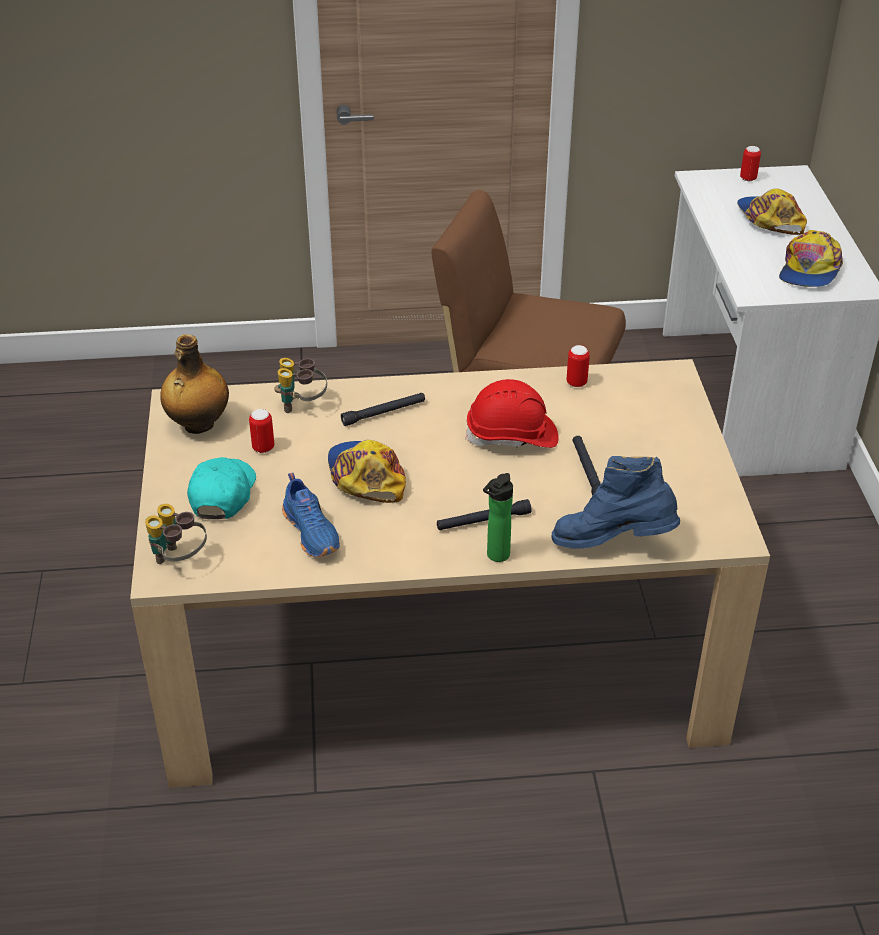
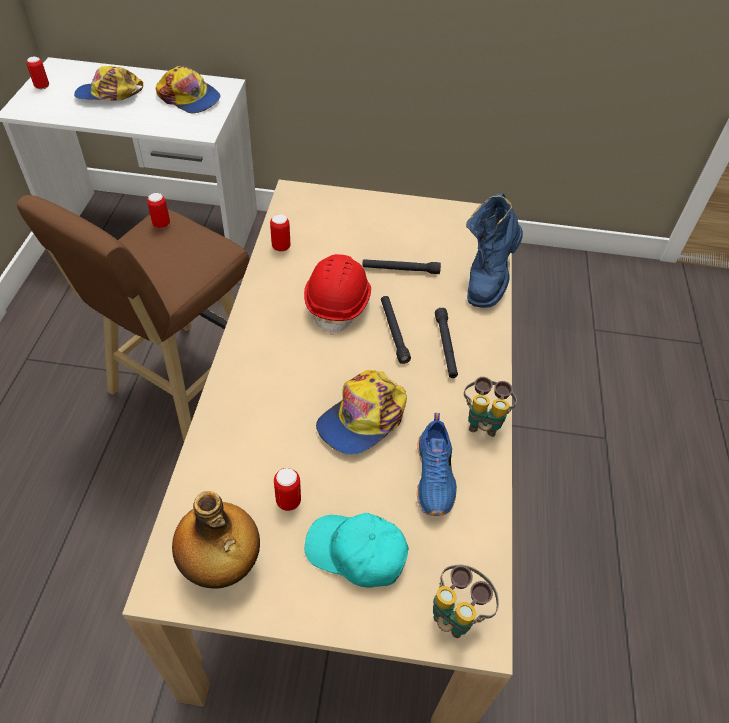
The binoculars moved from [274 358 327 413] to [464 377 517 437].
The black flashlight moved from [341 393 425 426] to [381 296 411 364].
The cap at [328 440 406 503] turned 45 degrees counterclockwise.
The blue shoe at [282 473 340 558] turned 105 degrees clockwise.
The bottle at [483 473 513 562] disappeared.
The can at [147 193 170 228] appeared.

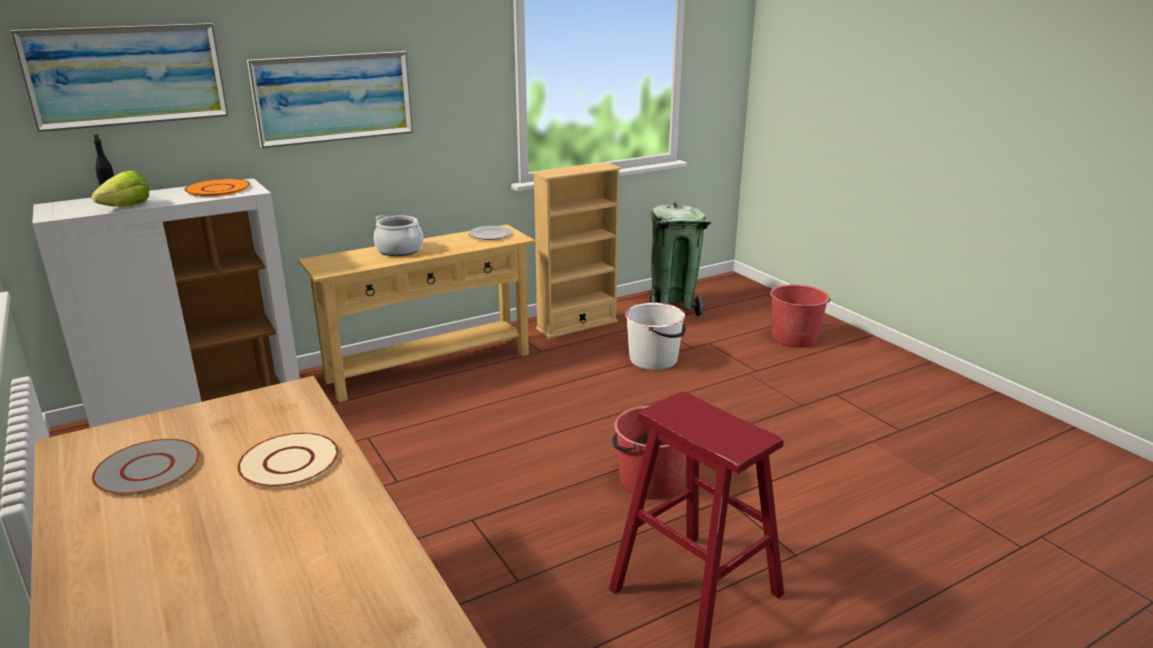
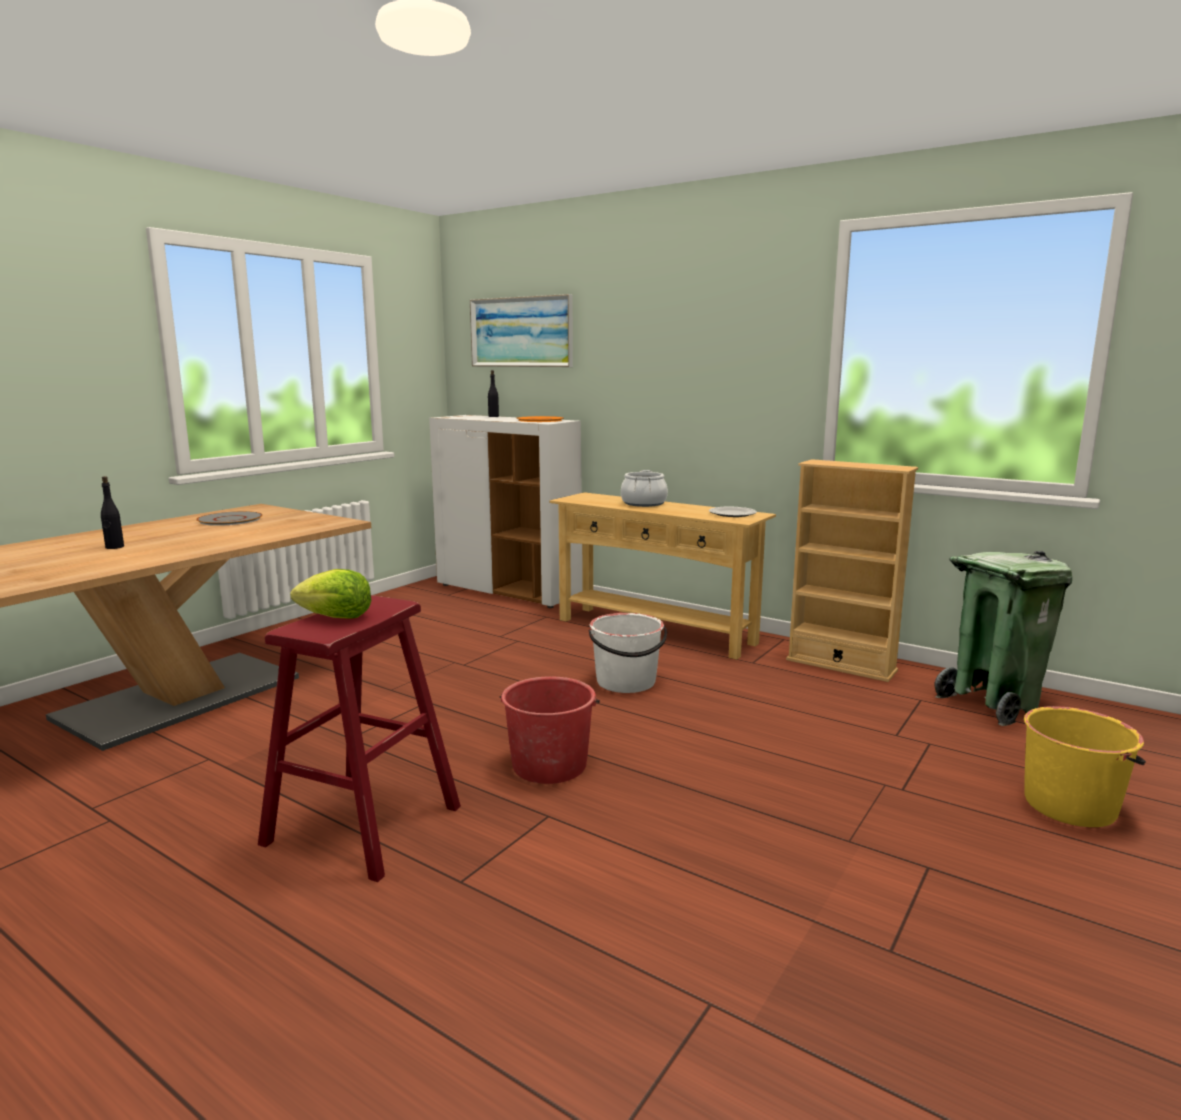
The picture at [247 51 413 148] disappeared.
The lettuce moved from [92 170 149 207] to [290 569 372 618].
The red bucket at [768 284 831 347] became the yellow bucket at [1024 706 1146 827].
The white bucket moved from [625 303 686 370] to [589 613 667 693].
The beige plate at [237 433 339 488] disappeared.
The black bottle at [101 476 124 549] appeared.

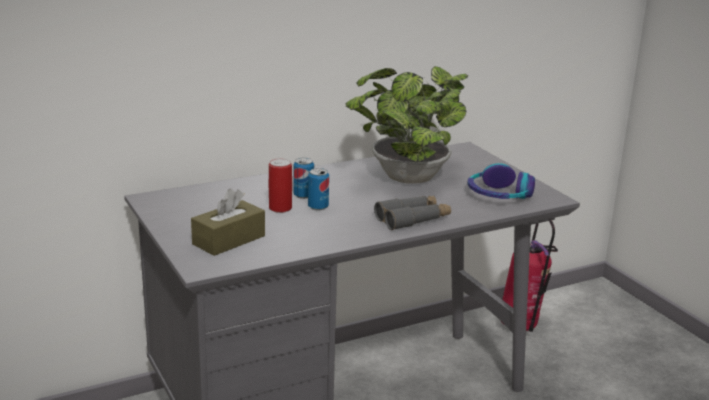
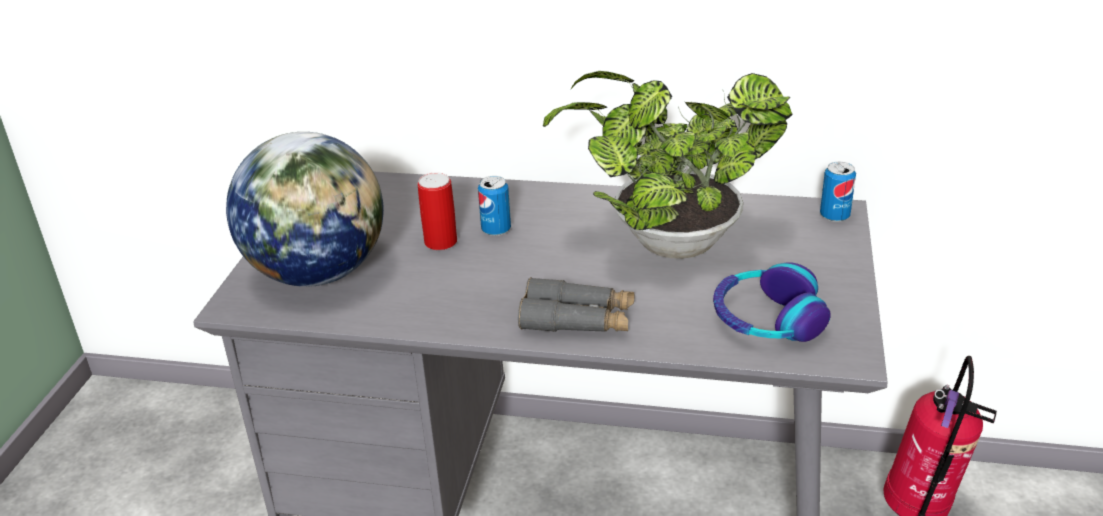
The can moved from [308 168 329 210] to [820 162 856 222].
The brown tissue box at [191 189 265 256] was replaced by the globe at [226 132 384 287].

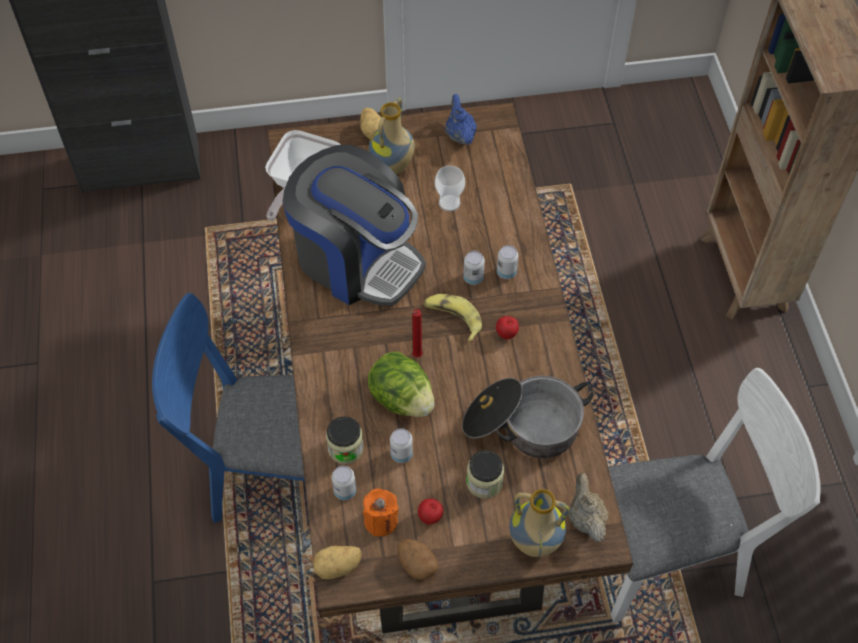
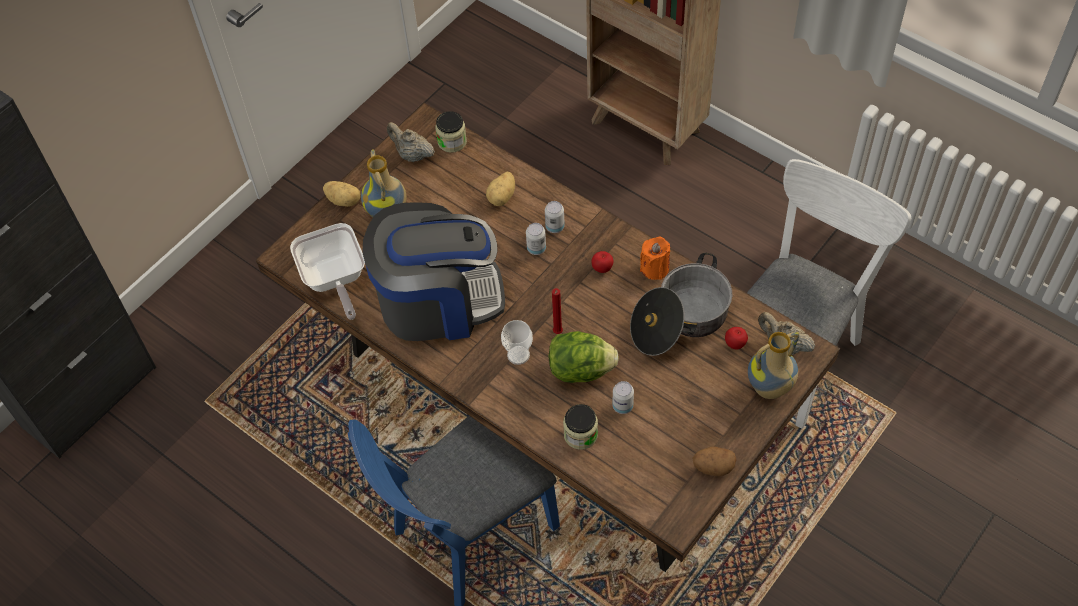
The blue teapot at [445 94 477 145] became the beige teapot at [387 122 435 162].
The cup moved from [435 166 465 212] to [501 320 533 365].
The banana at [424 294 482 343] disappeared.
The jar moved from [466 450 504 498] to [435 111 467 153].
The can at [332 466 356 500] disappeared.
The orange candle moved from [363 489 398 536] to [640 237 670 280].
The apple moved from [418 499 443 524] to [725 327 748 350].
The potato moved from [313 546 362 580] to [486 172 515 206].

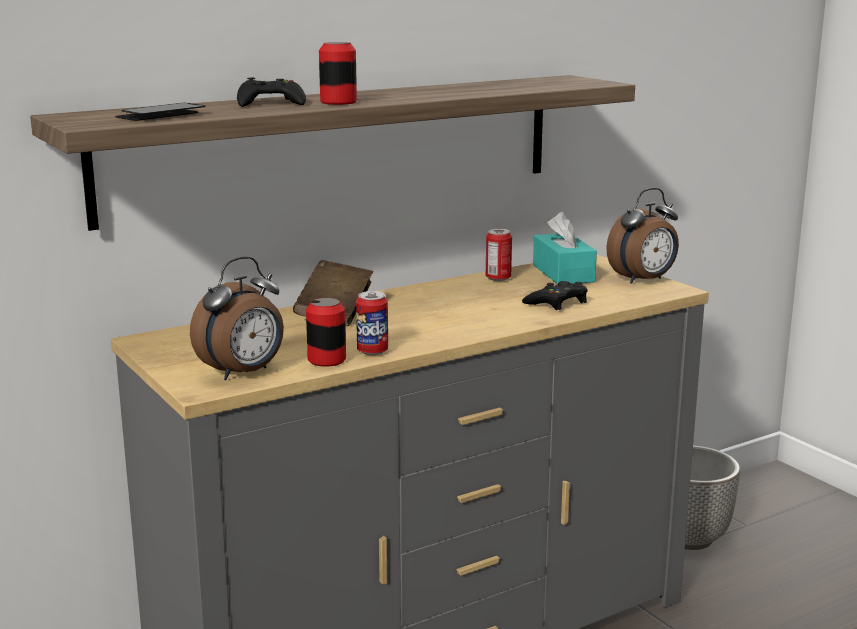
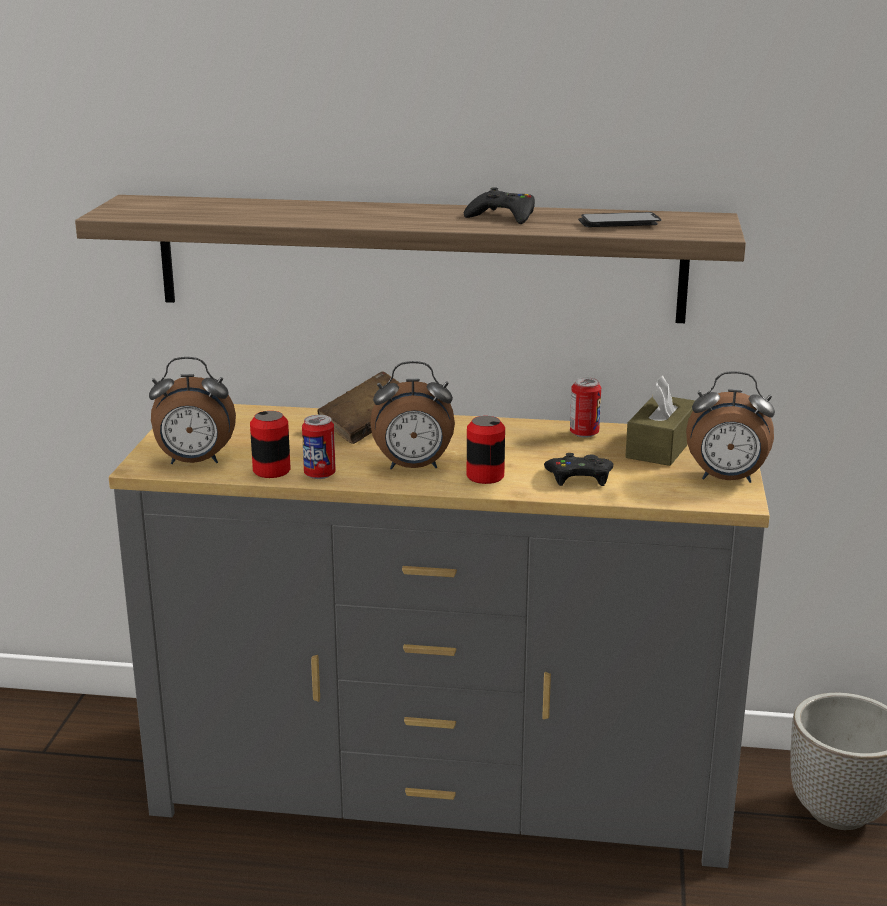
The can moved from [319 42 357 105] to [467 416 505 484].
The black game controller moved from [237 78 306 107] to [464 187 535 224].
The phone moved from [115 103 206 121] to [578 212 661 227].
The turquoise tissue box at [533 212 597 284] became the brown tissue box at [625 375 695 466].
The alarm clock at [371 361 455 470] appeared.

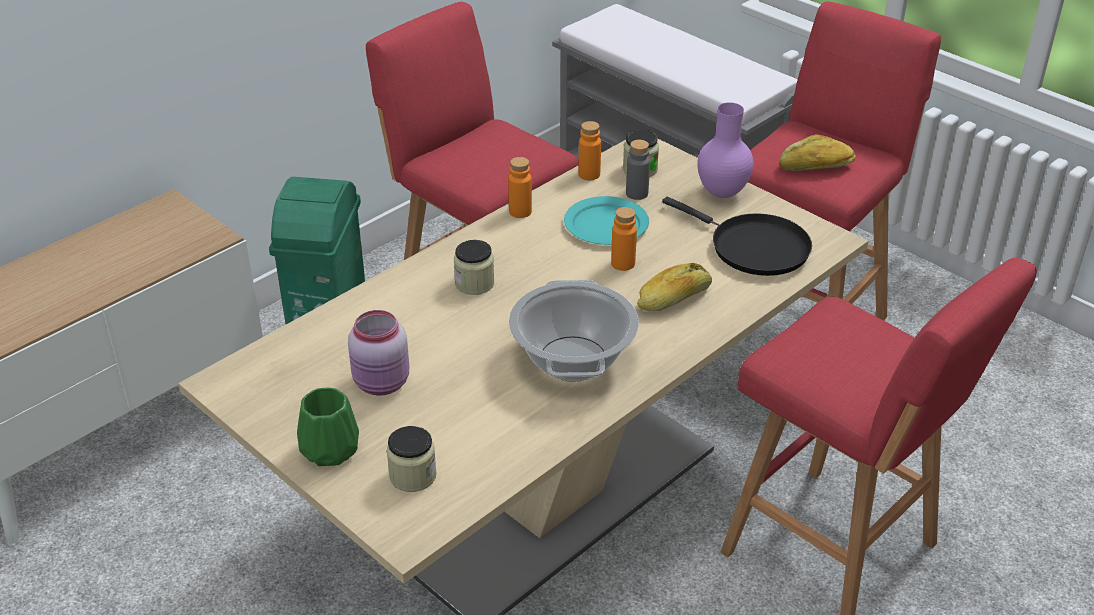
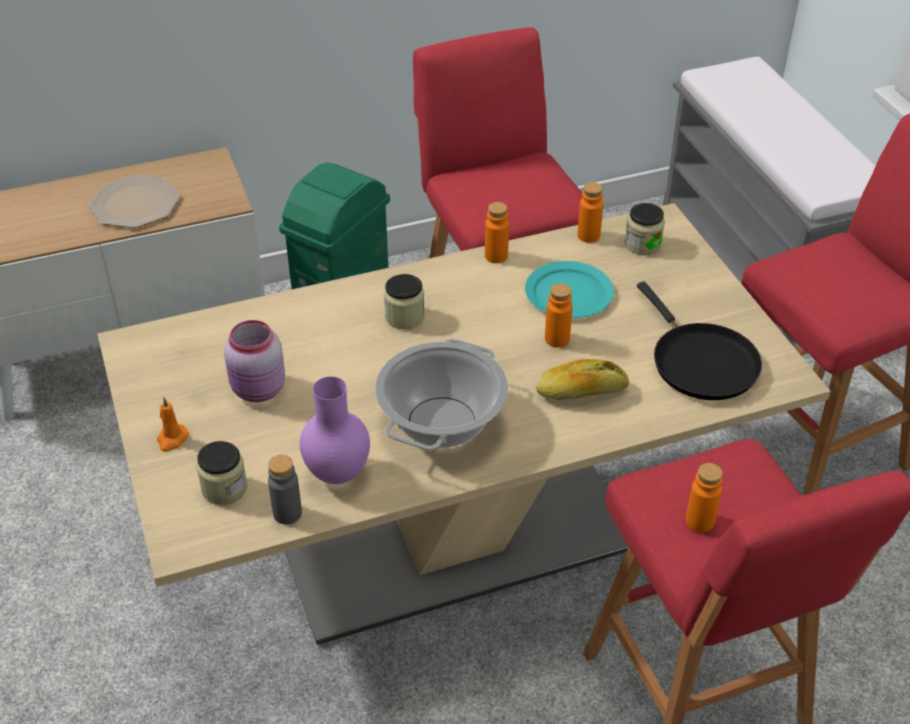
The purple vase moved from [697 102 753 198] to [300 376 370 484].
The bread at [779 134 856 171] disappeared.
The grey bottle moved from [626 140 650 200] to [268 455 302 524].
The green vase at [297 388 359 466] was replaced by the orange candle at [157 398 189 452].
The plate at [89 175 180 228] appeared.
The orange bottle at [686 463 723 532] appeared.

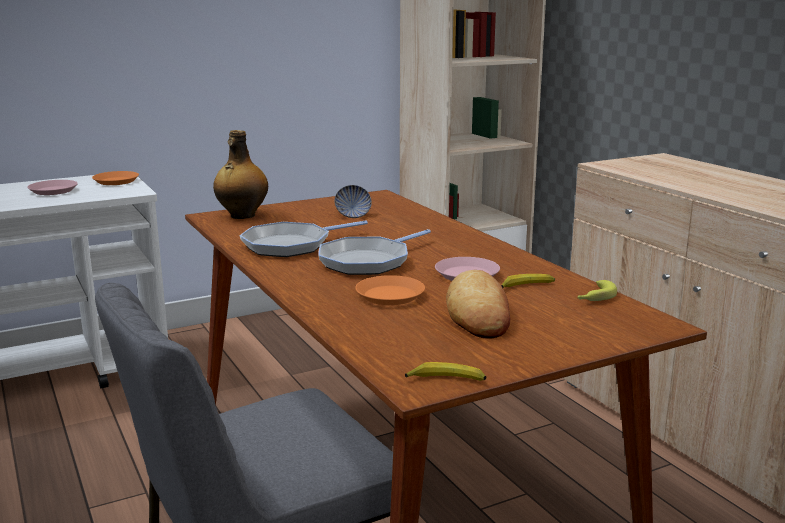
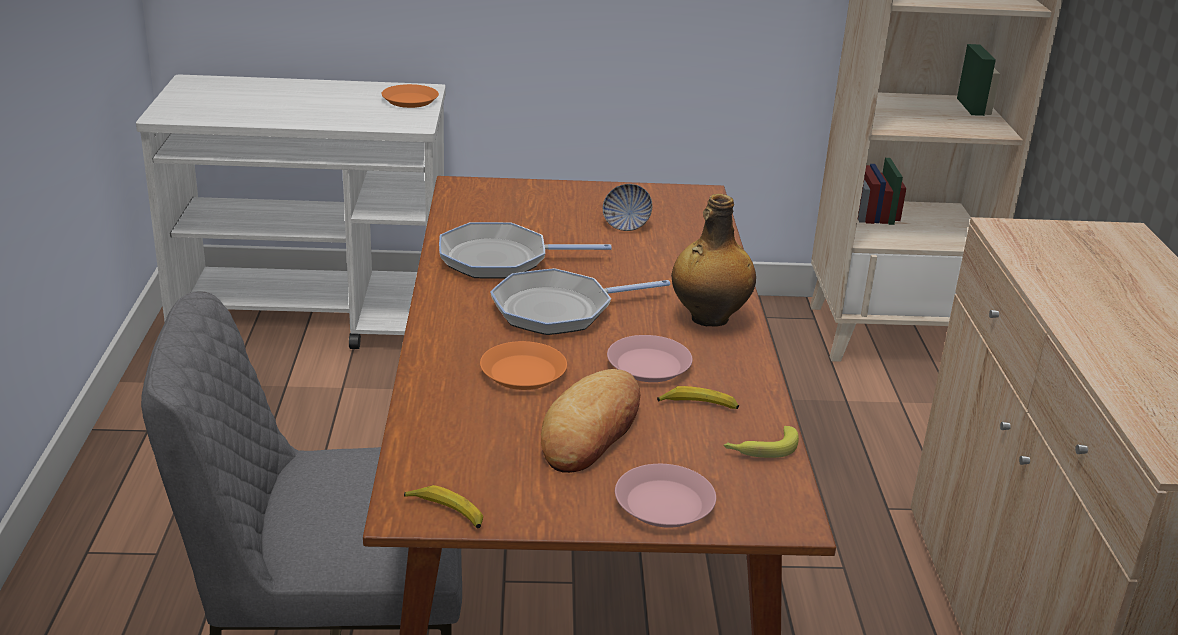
The bottle moved from [213 130 268 219] to [671 194 756 327].
The pink plate moved from [27 180 78 195] to [615 464 716 528].

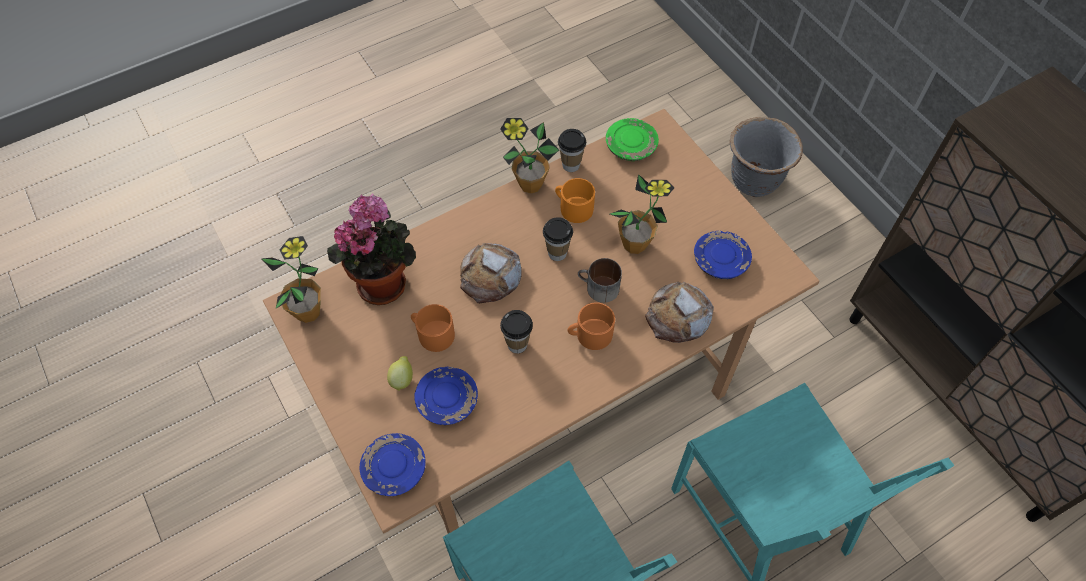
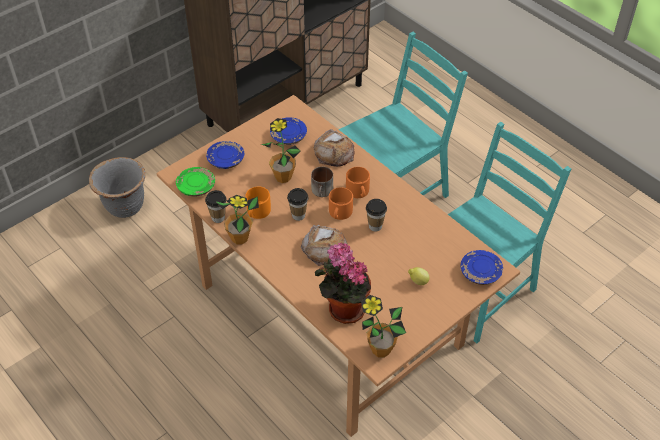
The orange mug moved from [411 304 455 352] to [329 187 353 220].
The blue plate moved from [414 367 478 425] to [206 141 244 169].

